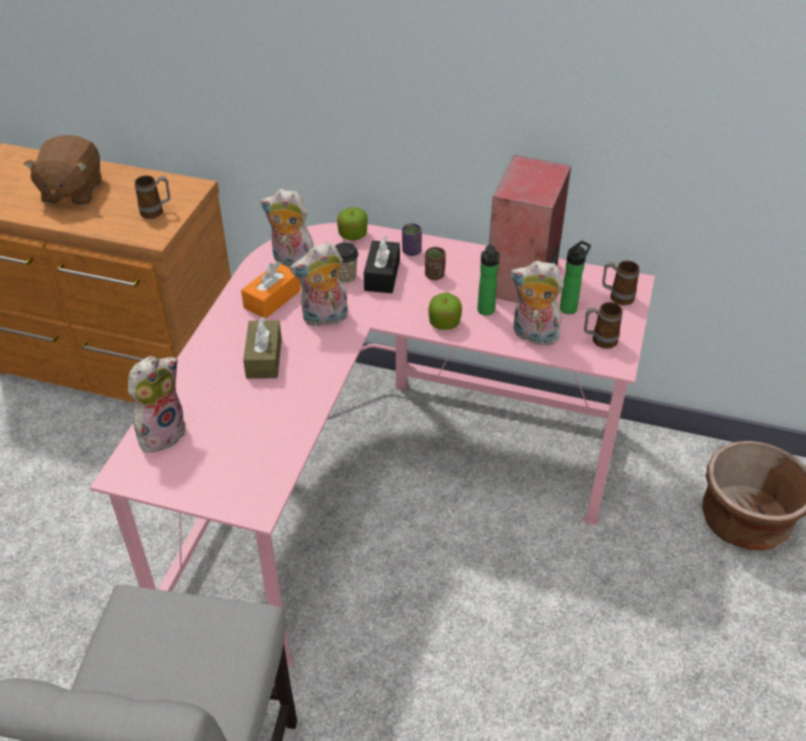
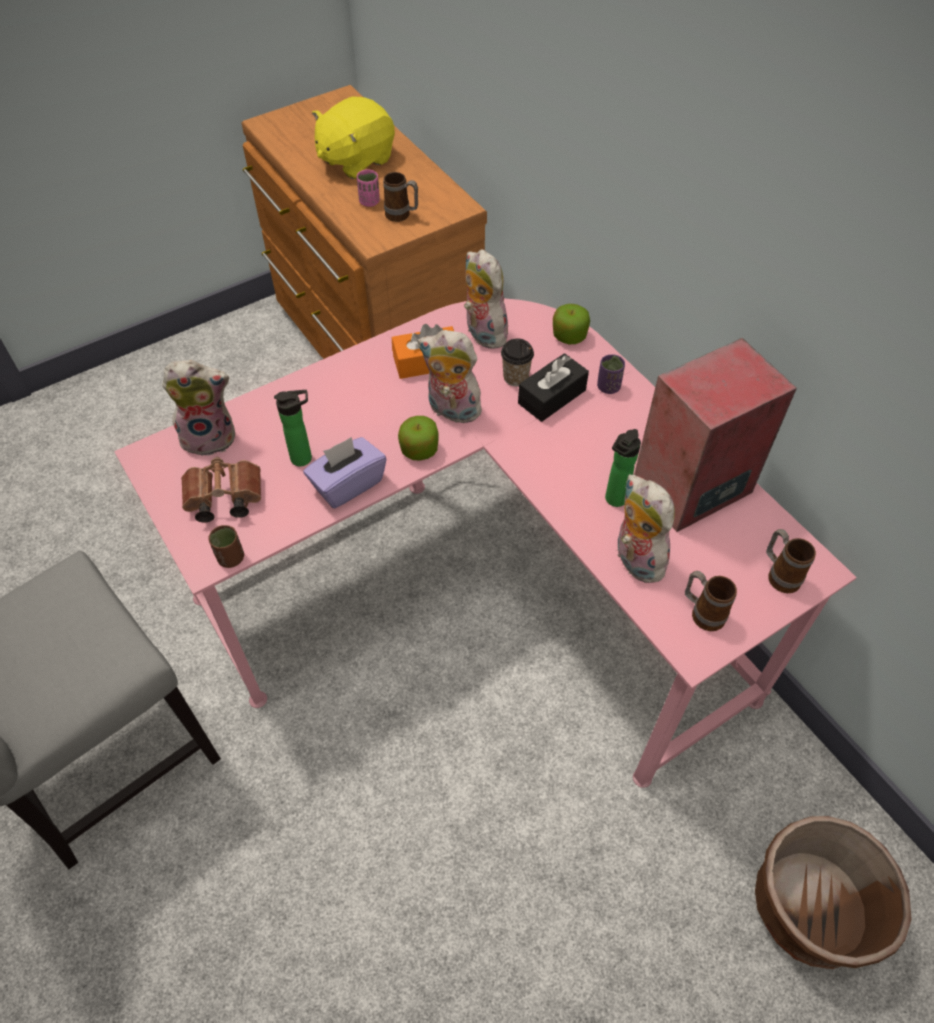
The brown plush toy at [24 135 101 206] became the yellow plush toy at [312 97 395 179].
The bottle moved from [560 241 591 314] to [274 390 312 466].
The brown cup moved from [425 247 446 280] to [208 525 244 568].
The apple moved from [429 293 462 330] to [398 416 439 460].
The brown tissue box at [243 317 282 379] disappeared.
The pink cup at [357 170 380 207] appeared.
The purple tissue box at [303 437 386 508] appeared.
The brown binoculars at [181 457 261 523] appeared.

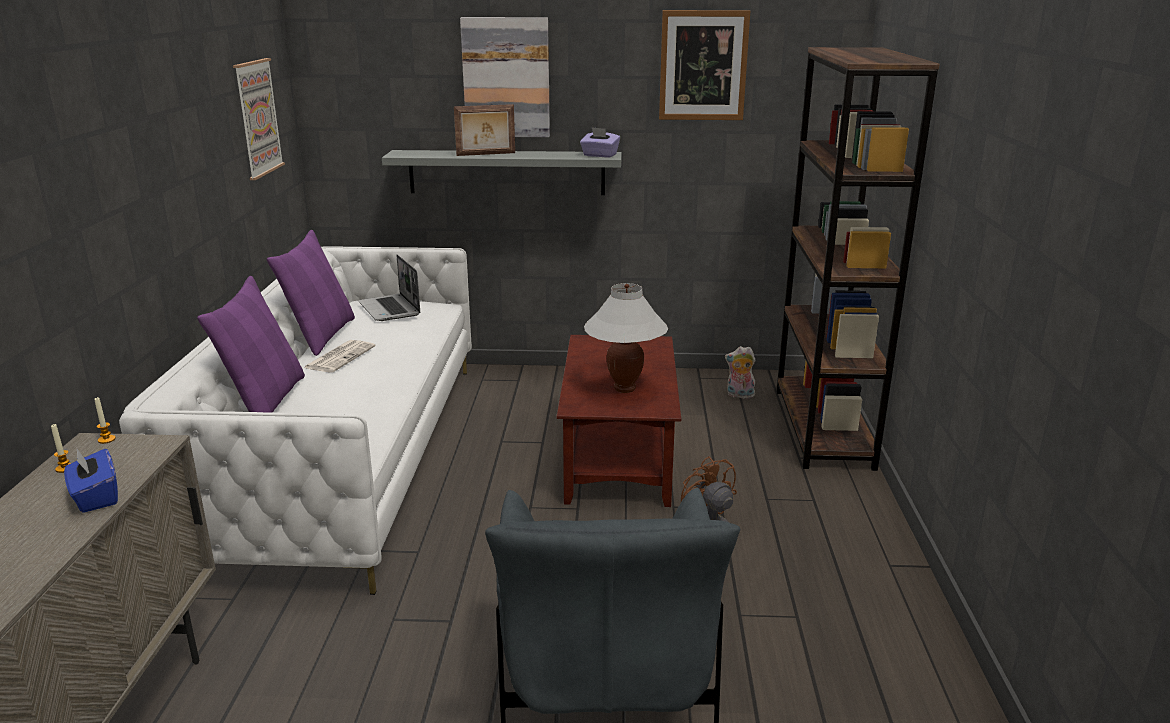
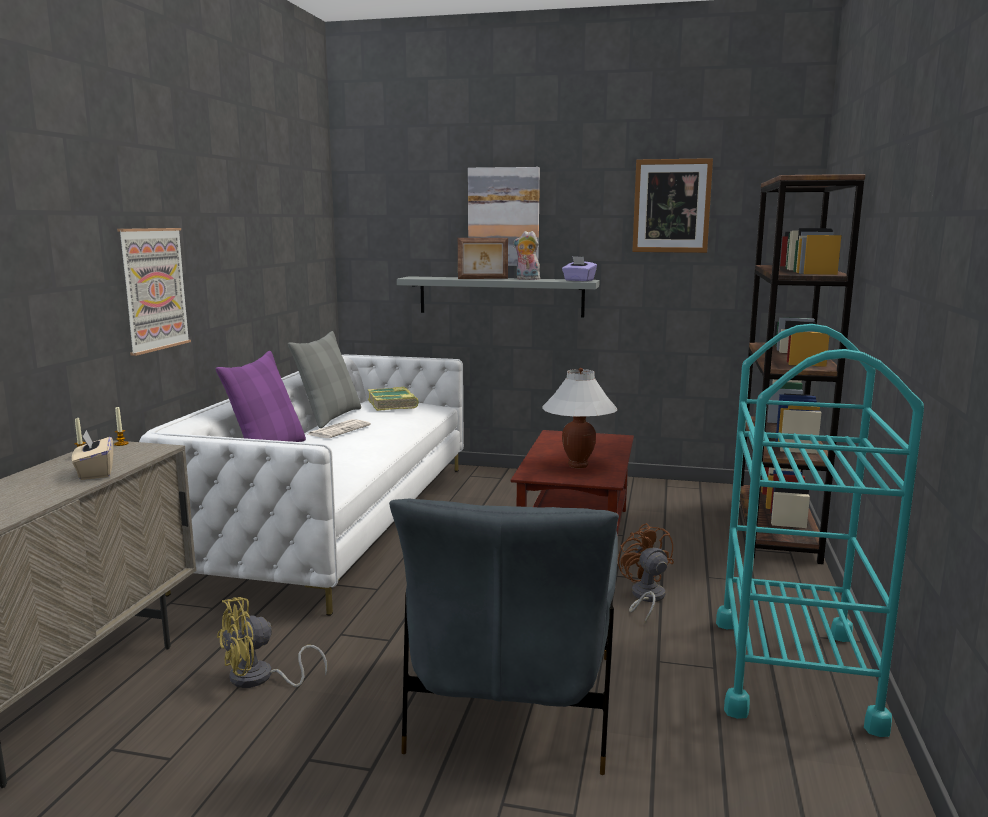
The picture moved from [233 58 285 180] to [117 228 191 356].
The purple pillow at [267 230 355 356] became the grey pillow at [288 331 361 428].
The laptop at [358 254 420 321] was replaced by the book at [368 387 419 411].
The plush toy moved from [725 346 756 399] to [513 231 540 280].
The blue tissue box at [64 449 118 513] became the beige tissue box at [72 430 113 480].
The turquoise cart at [716 324 924 737] appeared.
The yellow fan at [217 597 327 688] appeared.

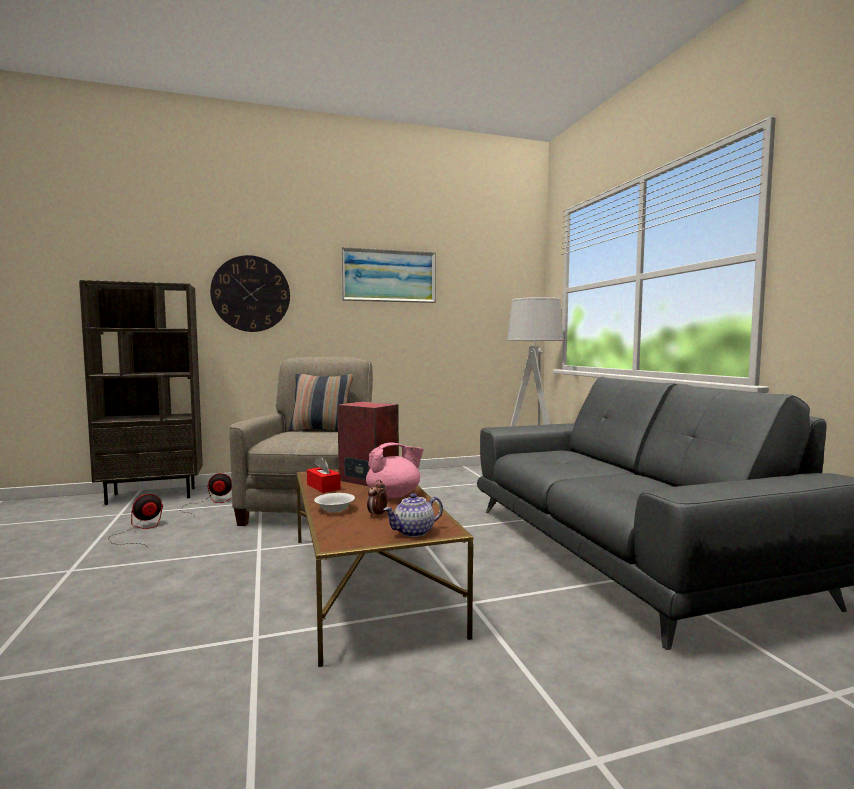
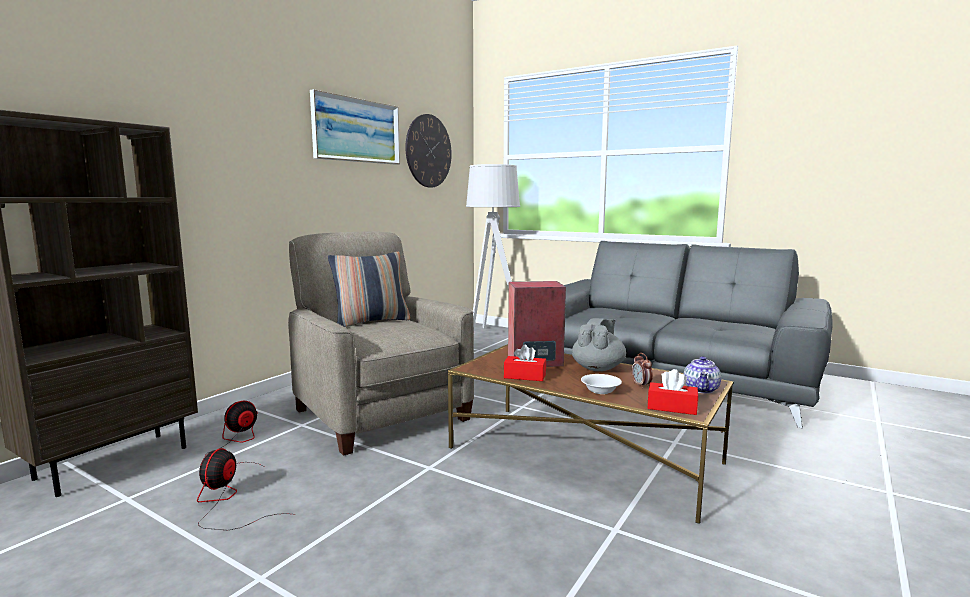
The wall clock moved from [210 255 290 332] to [405 114 452 187].
The pink teapot at [366 443 424 498] became the grey teapot at [572 318 626 371].
The red tissue box at [648 369 698 415] appeared.

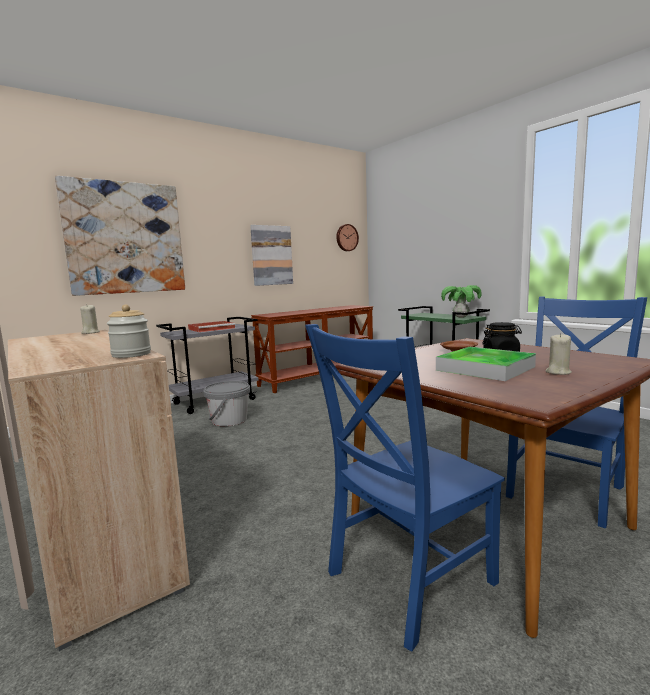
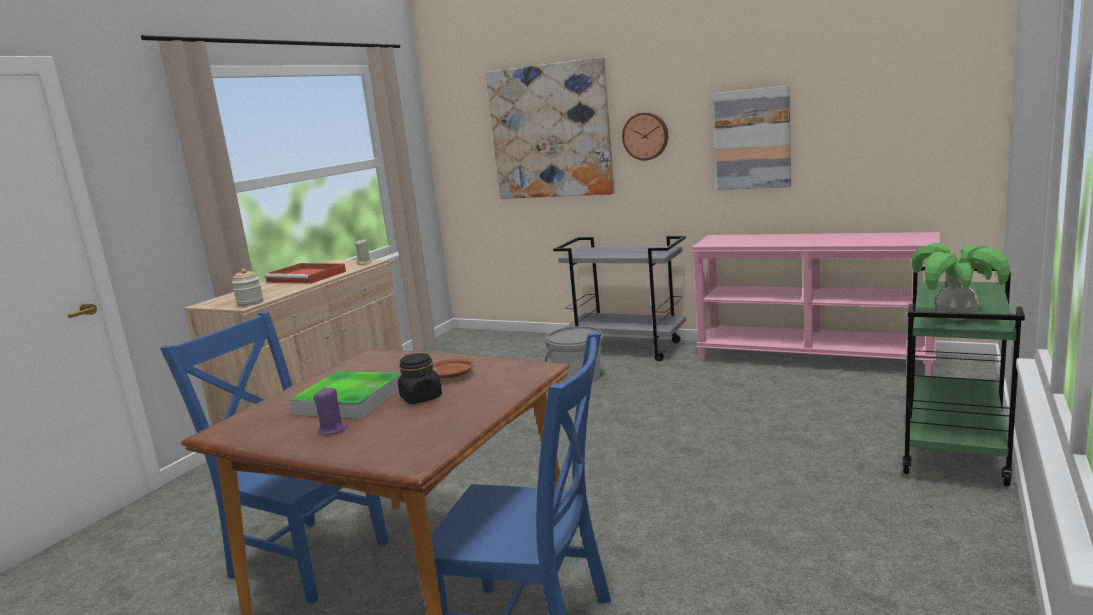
The wall clock moved from [336 224 359 251] to [622 112 668 161].
The brown console table at [251 305 373 393] became the pink console table at [692 232 940 376].
The red tray moved from [188 321 235 332] to [264 263 346 284].
The beige candle at [545 333 572 375] became the purple candle at [313 387 348 435].

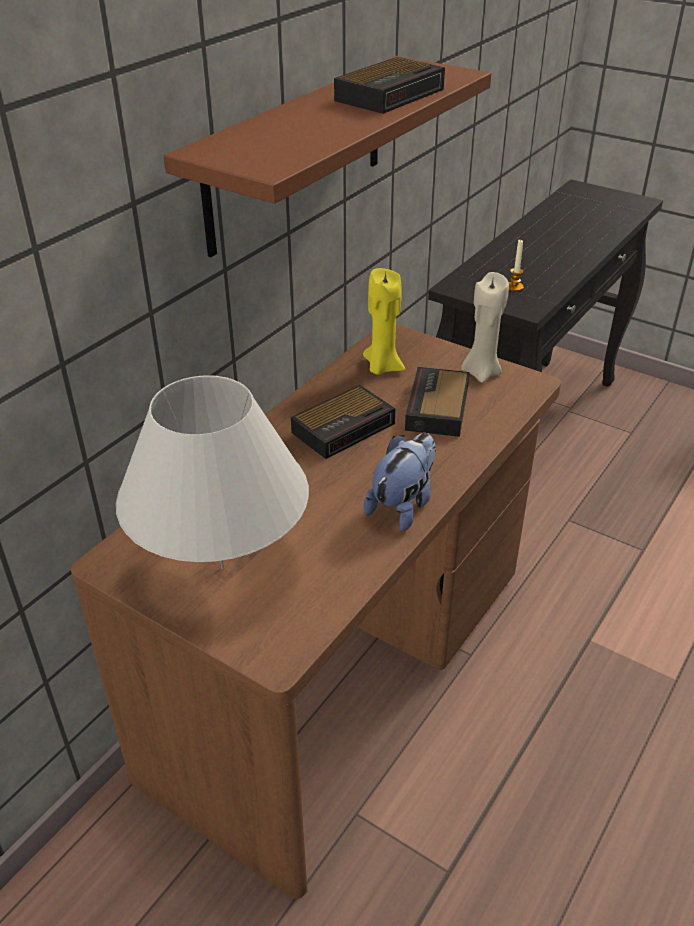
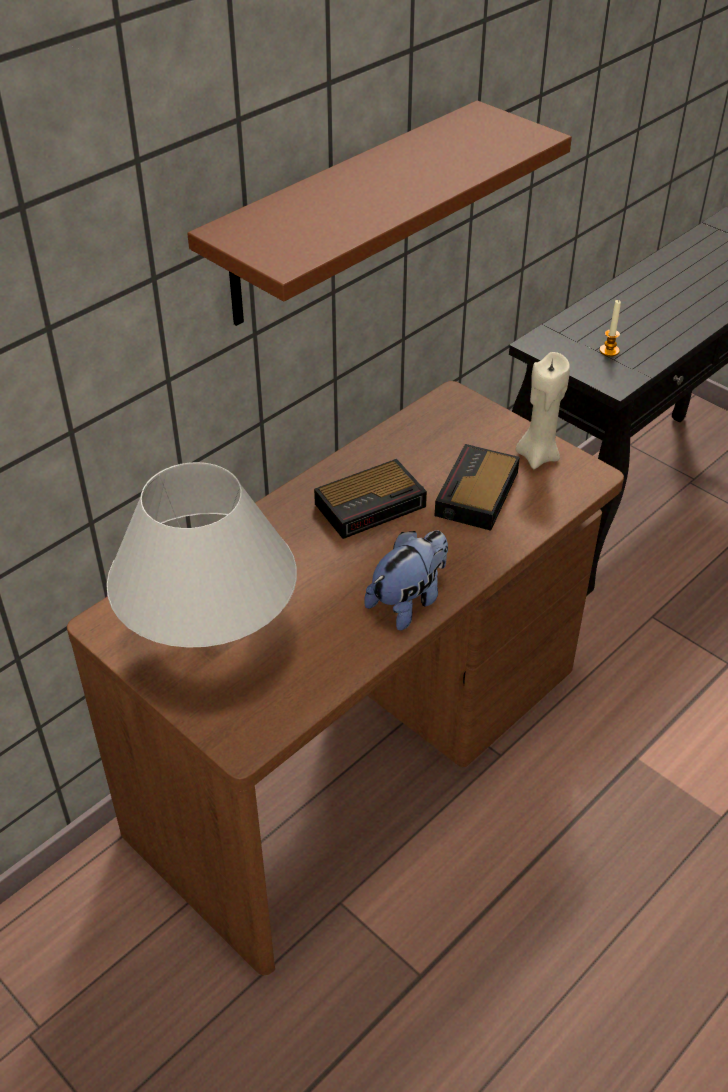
The alarm clock at [334 57 445 114] disappeared.
The yellow candle at [363 268 405 375] disappeared.

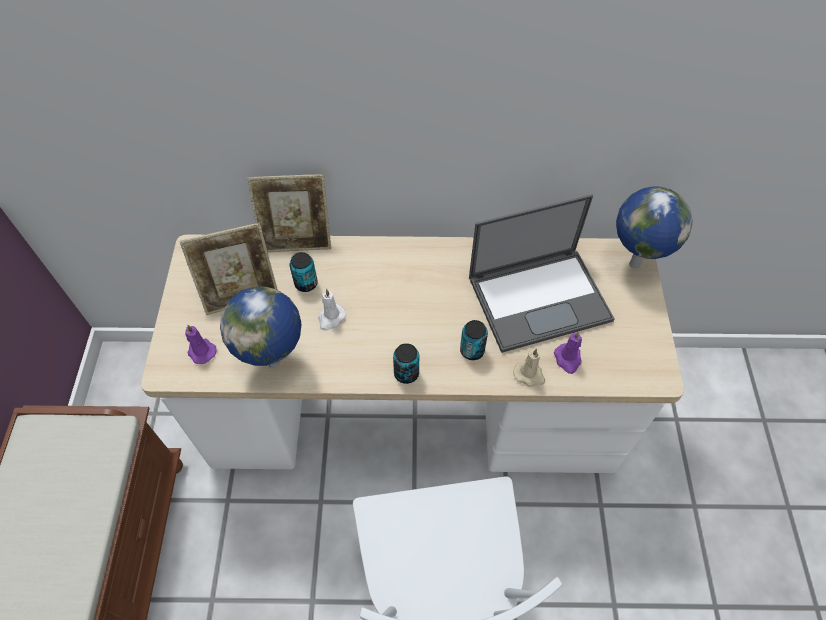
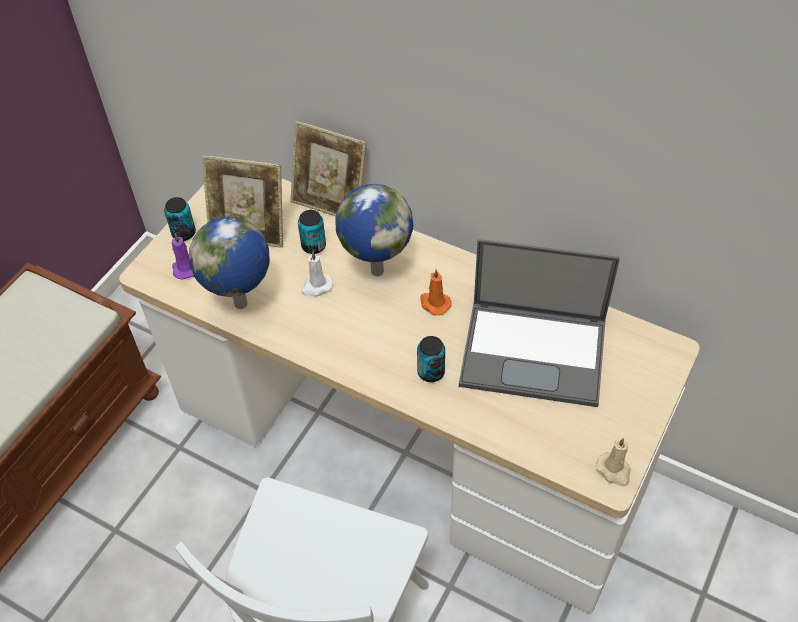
The globe moved from [616 186 693 269] to [335 184 413 276].
The purple candle at [554 331 582 374] disappeared.
The can moved from [393 343 419 384] to [164 197 196 241].
The beige candle moved from [513 348 545 387] to [596 438 631 486].
The orange candle at [420 269 451 316] appeared.

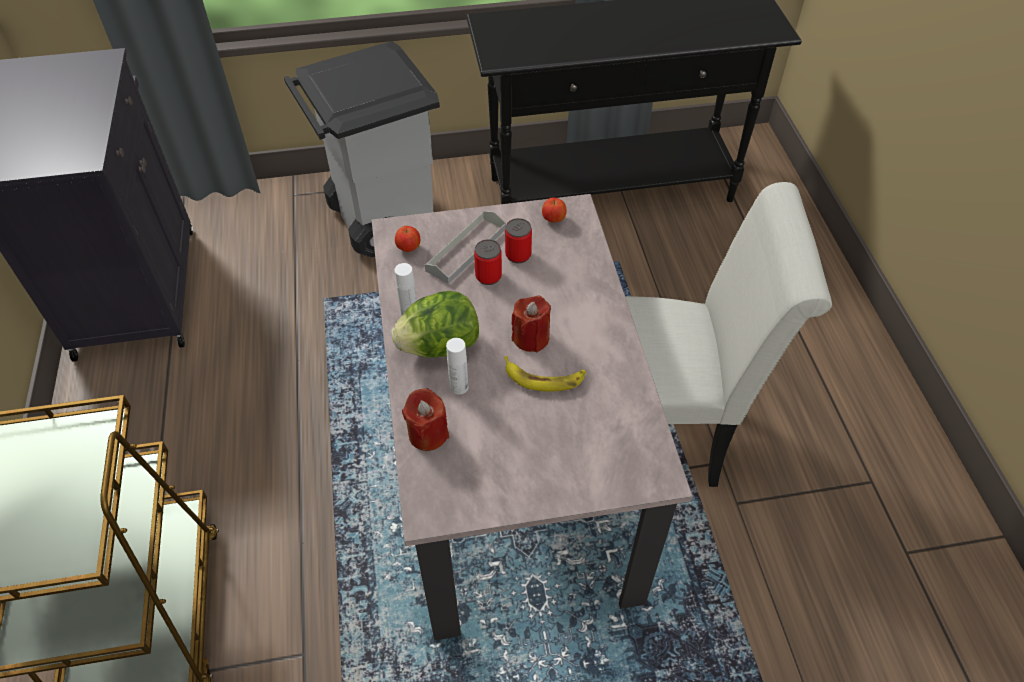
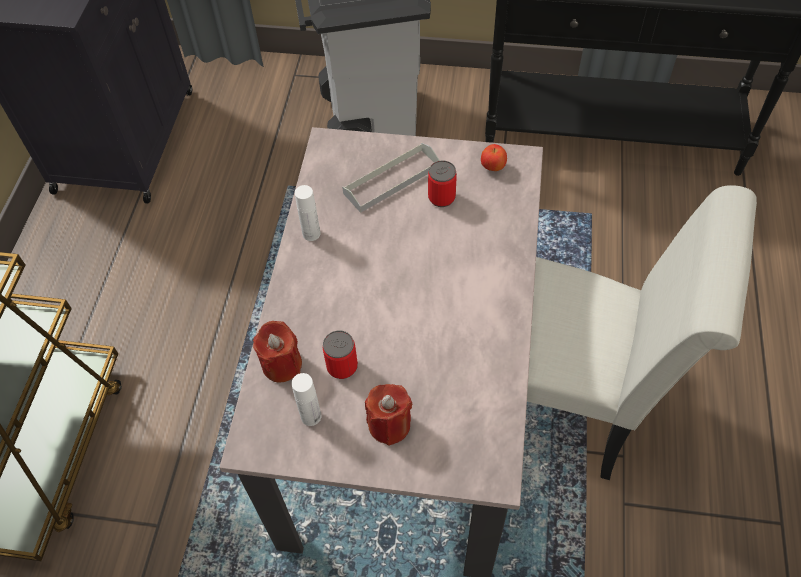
The apple at [395 226 420 252] disappeared.
The can moved from [474 239 502 285] to [323 331 358 379].
The lettuce at [391 291 479 358] disappeared.
The red candle moved from [511 296 551 352] to [365 384 413 446].
The white bottle moved from [446 338 469 395] to [291 373 321 426].
The banana at [504 356 586 391] disappeared.

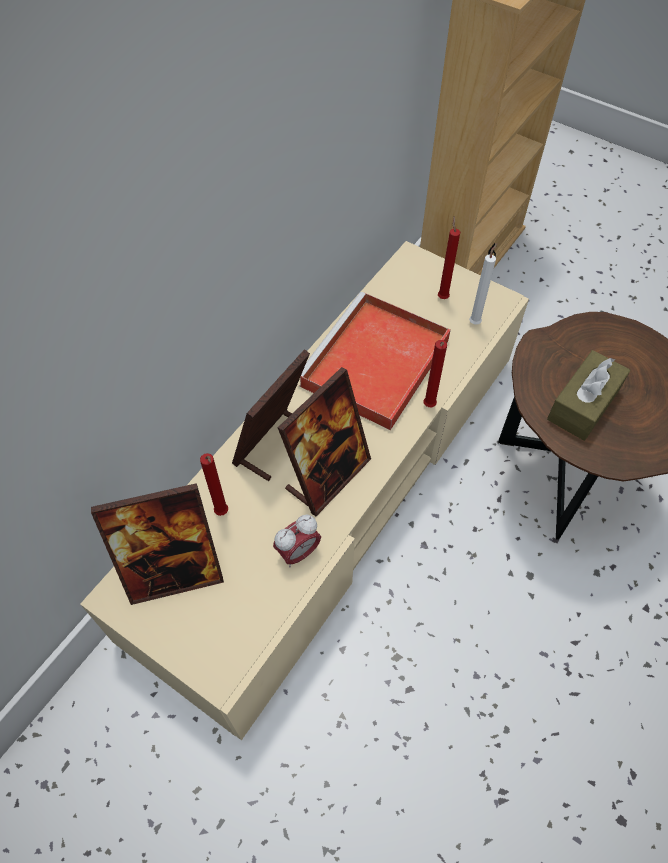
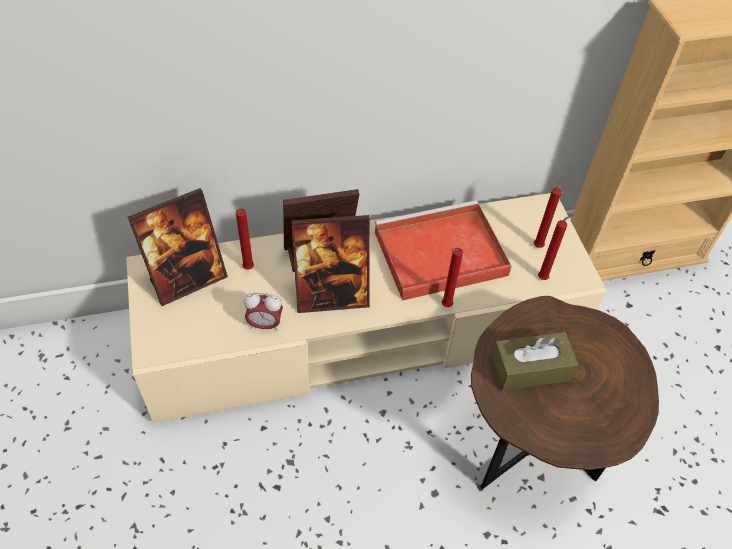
The white candle at [469 243 497 325] became the red candle at [538 215 574 280].
The picture frame at [91 483 224 605] turned 60 degrees counterclockwise.

